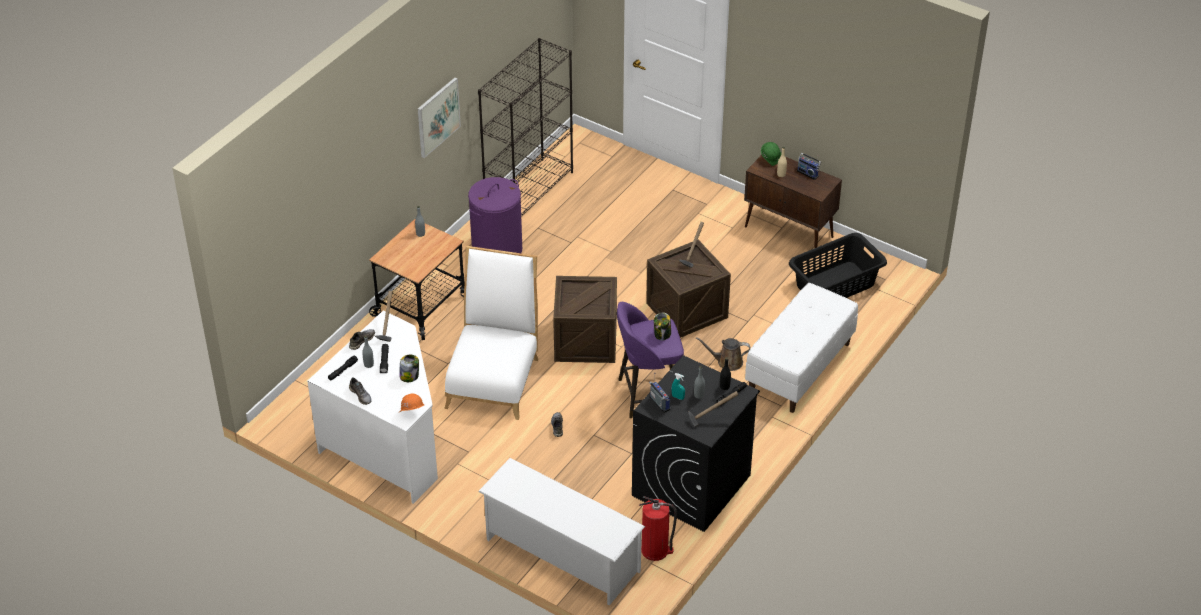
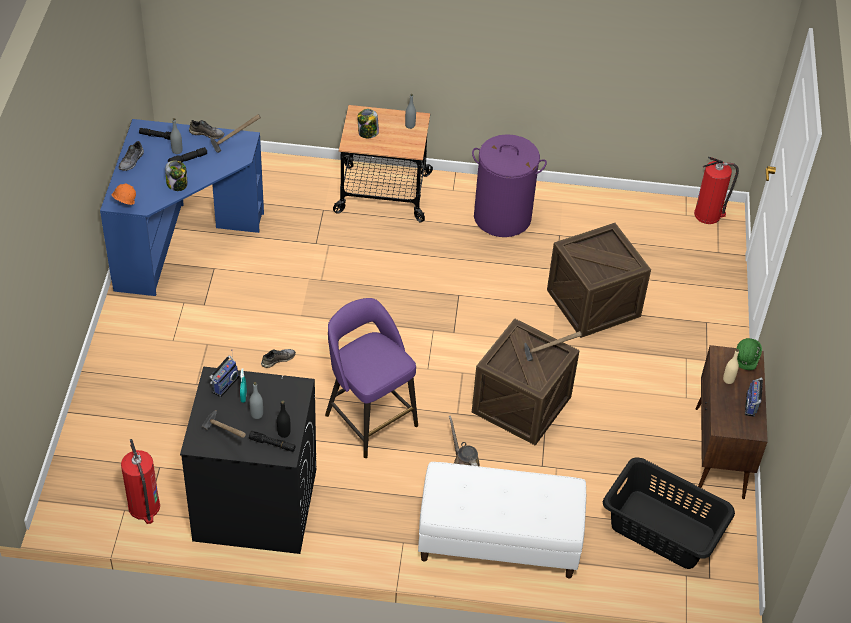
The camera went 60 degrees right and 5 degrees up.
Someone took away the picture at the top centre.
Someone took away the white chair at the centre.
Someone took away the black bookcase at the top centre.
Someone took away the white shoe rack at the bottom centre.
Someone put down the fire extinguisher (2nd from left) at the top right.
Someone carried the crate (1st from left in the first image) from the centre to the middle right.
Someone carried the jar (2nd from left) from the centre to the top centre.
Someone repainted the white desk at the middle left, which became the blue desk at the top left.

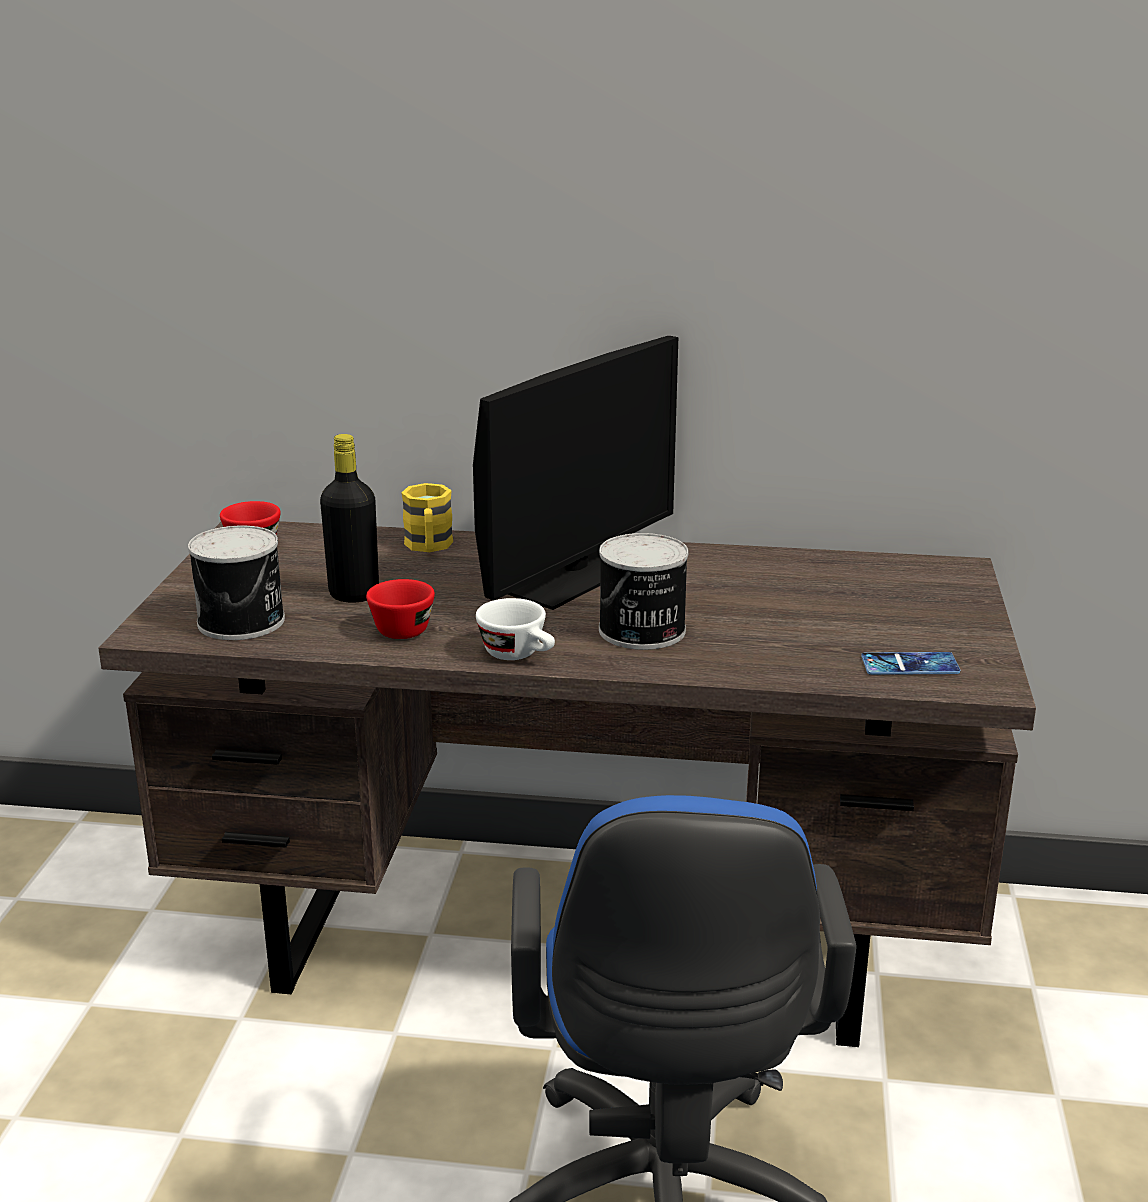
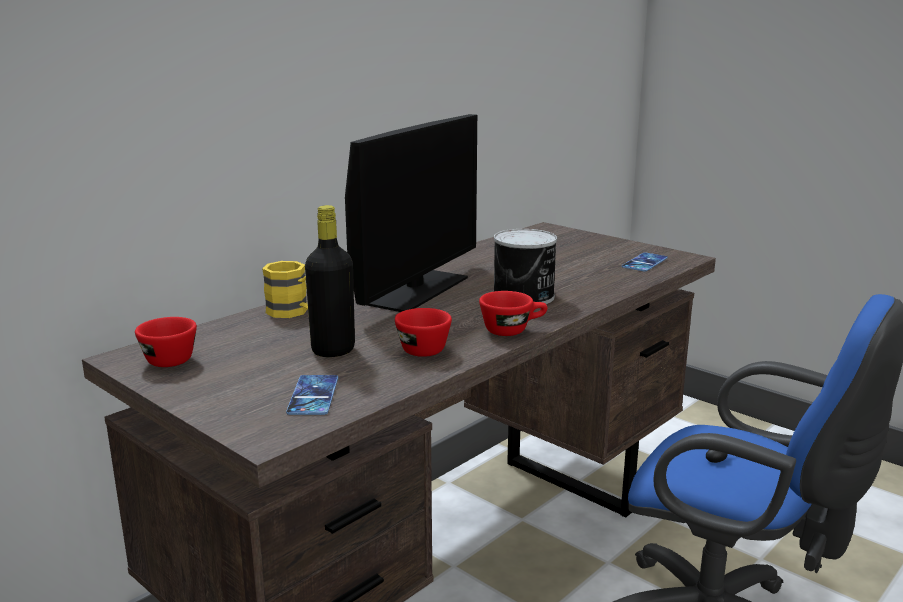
The camera went 55 degrees left and 5 degrees down.
Someone swapped the can (1st from left) at the middle left for the phone (1st from left) at the centre.
Someone repainted the white cup at the centre, which became the red cup (3rd from left) at the centre.
Someone rotated the monitor at the centre by 45 degrees clockwise.

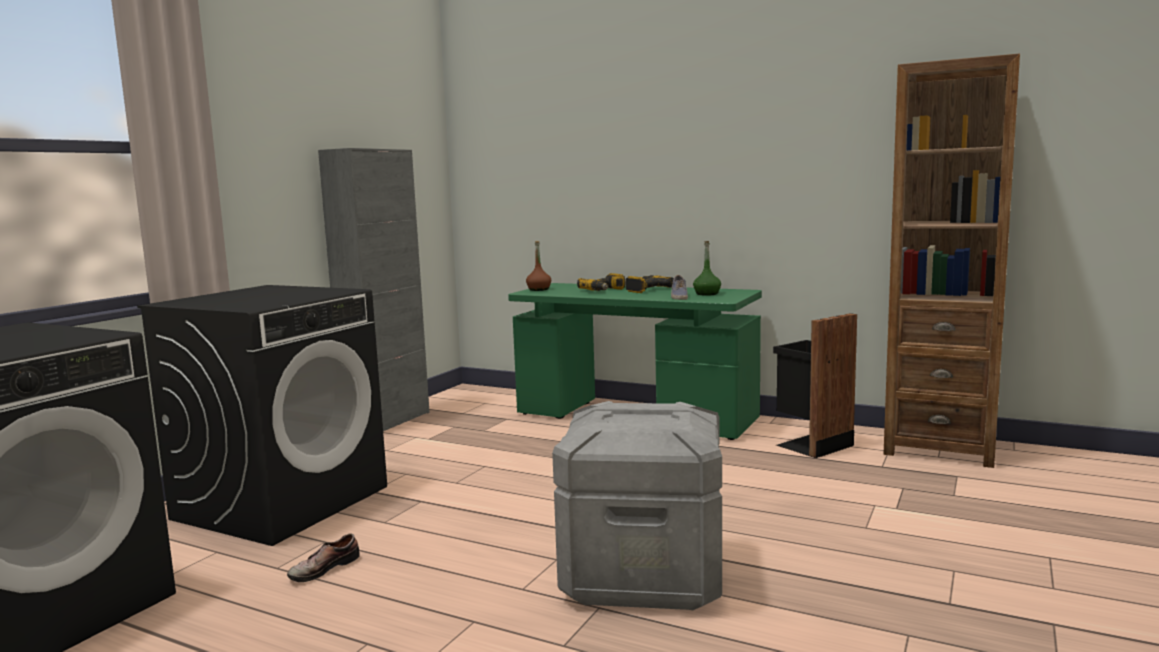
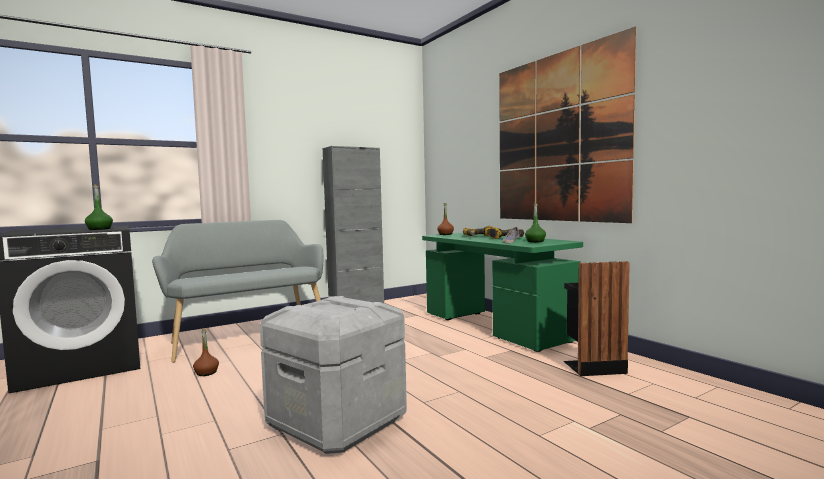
The camera went 30 degrees right and 5 degrees down.
Someone took away the brown bookcase at the middle right.
Someone put down the green bottle (1st from left) at the middle left.
Someone put up the picture at the top right.
Someone swapped the black washing machine (2nd from left) at the middle left for the grey bench at the middle left.
Someone swapped the shoe (1st from left) at the bottom left for the brown bottle (1st from left) at the bottom left.

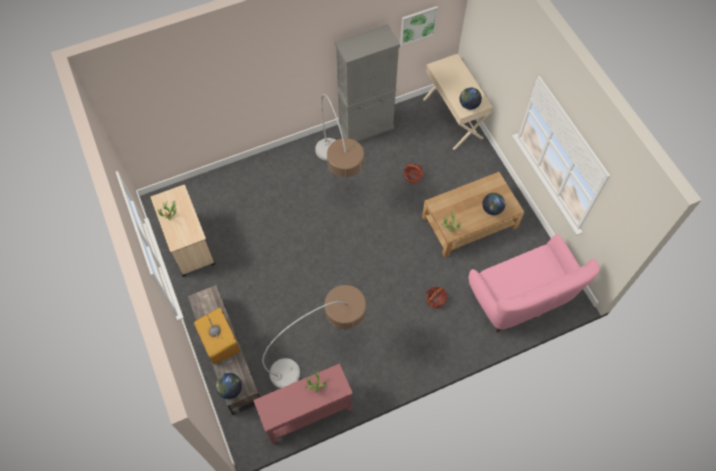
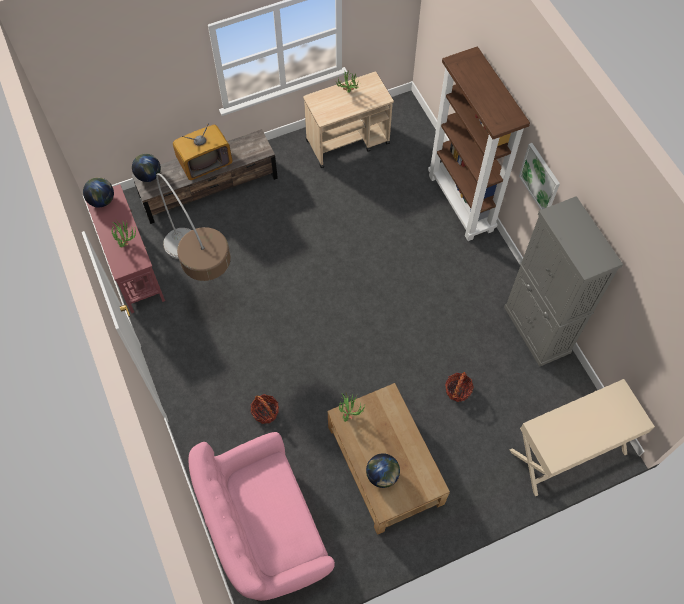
The camera went 90 degrees right and 0 degrees up.
Someone took away the floor lamp (2nd from left) at the top centre.
Someone put down the brown bookcase at the top right.
Someone carried the picture from the top centre to the top right.
Someone carried the globe (2nd from left in the first image) from the top centre to the top left.

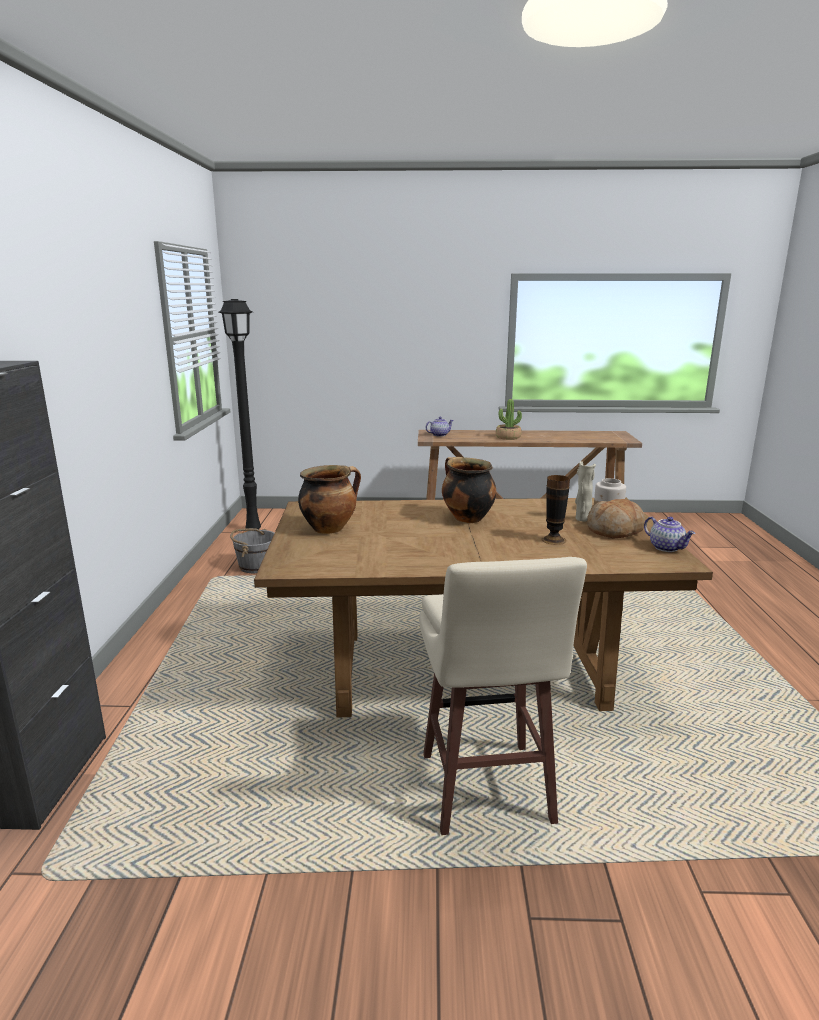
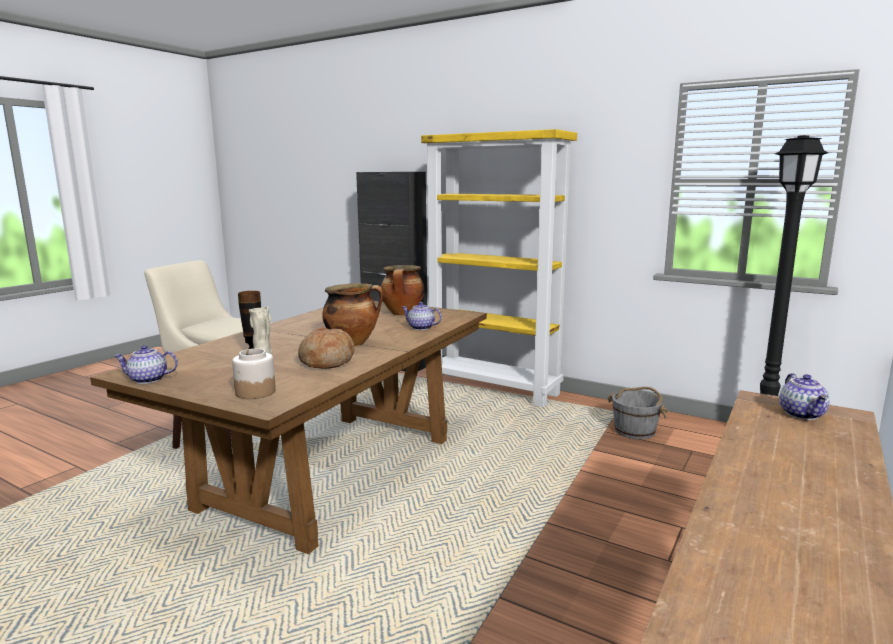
The camera went 120 degrees right and 5 degrees down.
Someone took away the potted plant at the centre.
Someone put down the teapot (2nd from left) at the centre.
Someone put down the yellow bookcase at the centre.
Someone carried the bread from the middle right to the centre.

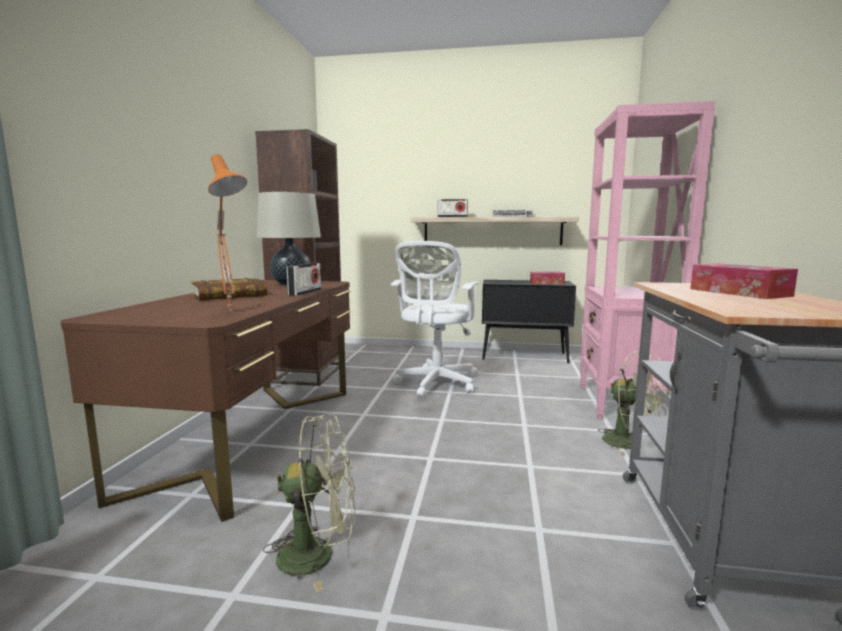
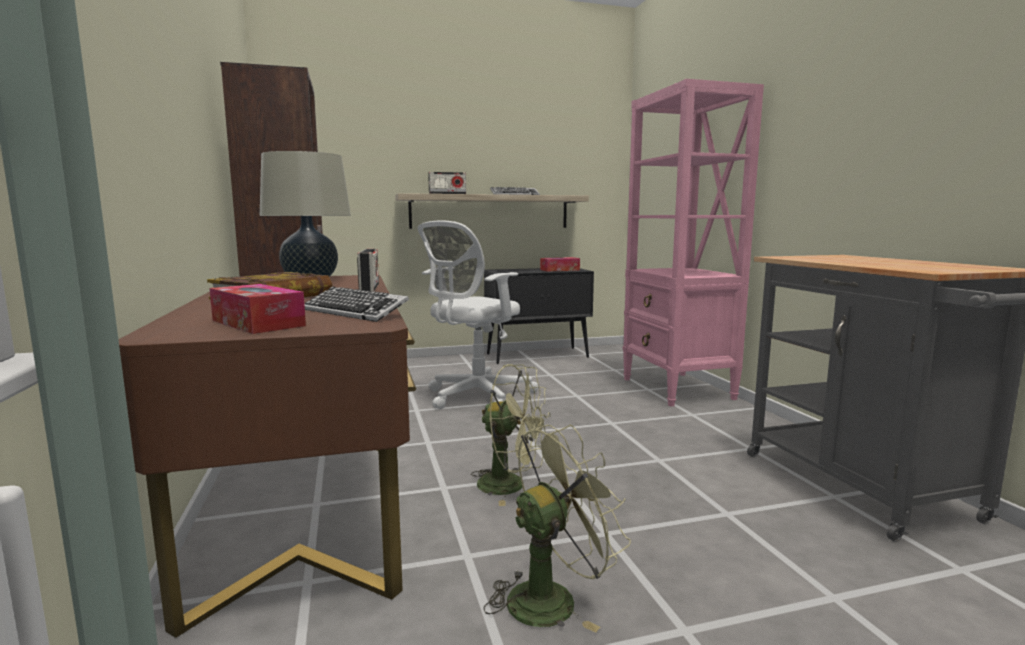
The camera went 25 degrees left and 0 degrees up.
Someone carried the green fan (2nd from left in the first image) from the middle right to the bottom centre.
Someone carried the tissue box (2nd from left in the first image) from the middle right to the middle left.
Someone swapped the orange table lamp at the middle left for the keyboard (1st from left) at the centre.
Someone rotated the white office chair at the centre by 45 degrees clockwise.

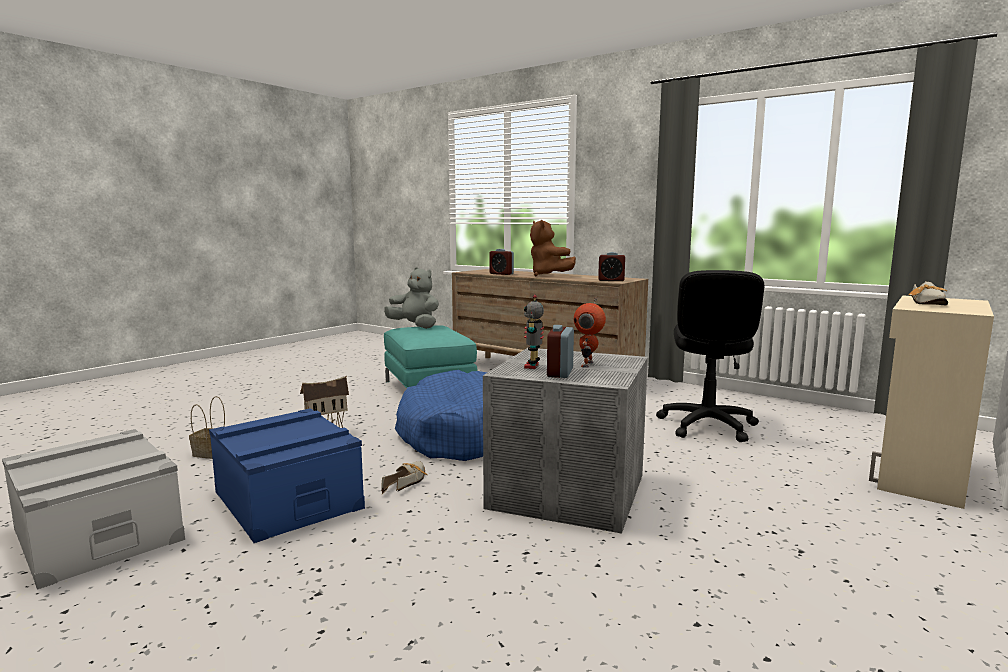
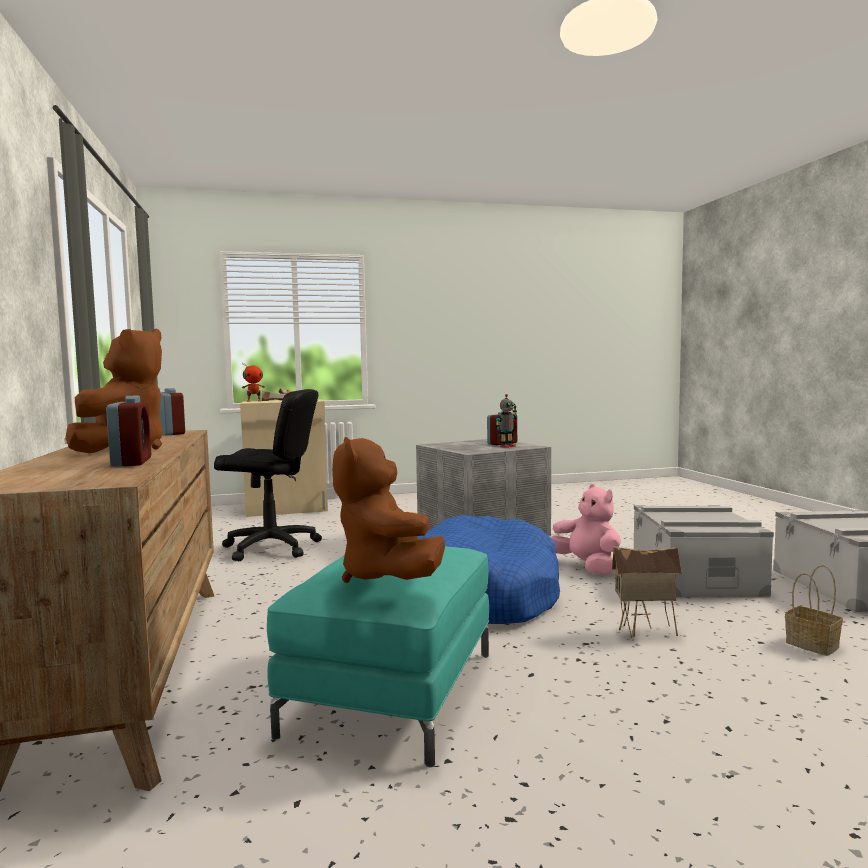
The camera went 140 degrees left and 5 degrees down.
Someone carried the toy robot (2nd from left in the first image) from the centre to the middle left.
Someone swapped the shoe (1st from left) at the bottom centre for the pink plush toy at the middle right.
Someone repainted the blue storage box at the bottom left, which became the grey storage box (2nd from left) at the middle right.
Someone repainted the grey plush toy at the centre, which became the brown plush toy (2nd from left) at the centre.
Someone rotated the black office chair at the middle right by 45 degrees clockwise.

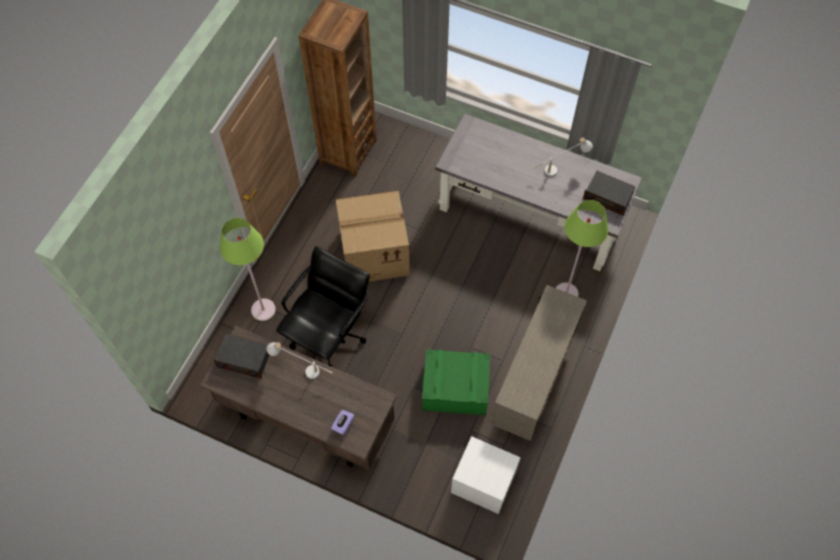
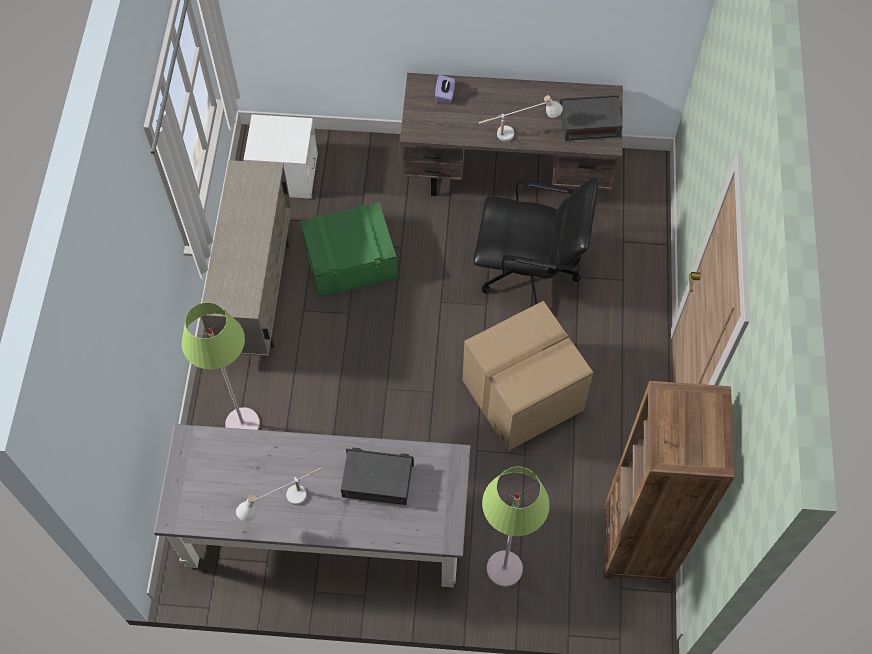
The camera went 160 degrees right and 0 degrees up.
Someone carried the green floor lamp (1st from left in the first image) from the middle left to the bottom centre.
Someone carried the radio (2nd from left in the first image) from the middle right to the bottom centre.
Someone rotated the black office chair at the centre by 90 degrees counterclockwise.

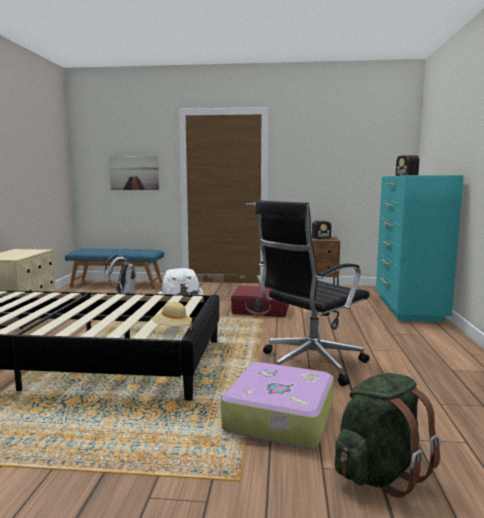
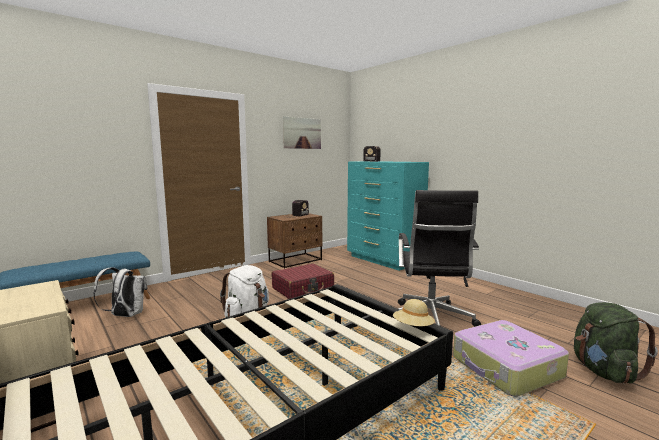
The camera went 45 degrees left and 0 degrees up.
Someone carried the picture from the middle left to the top centre.

